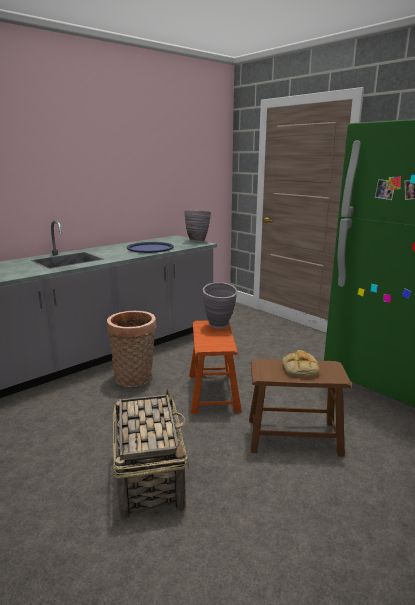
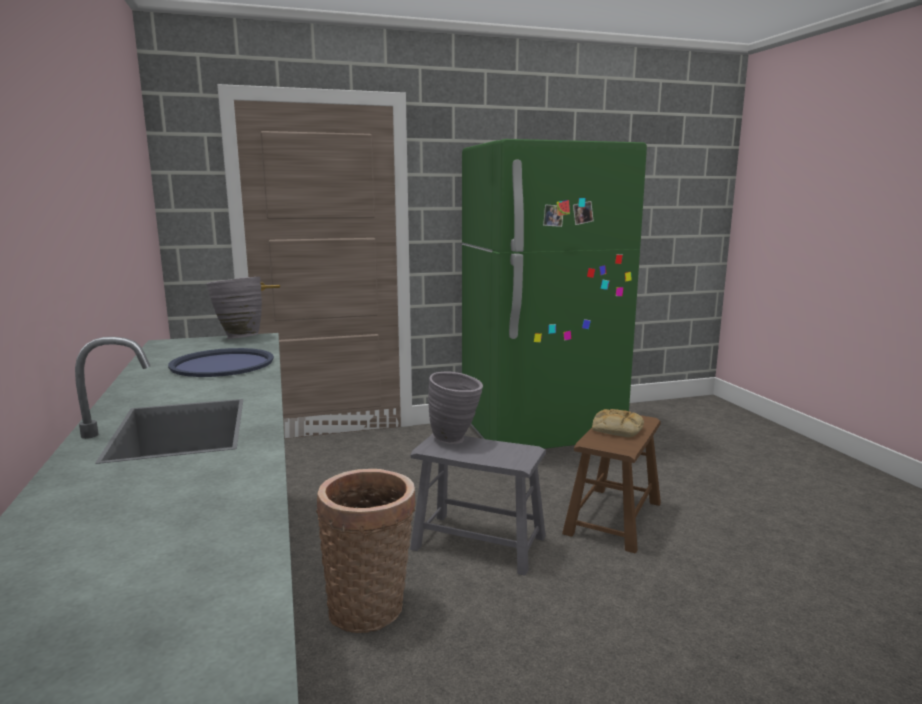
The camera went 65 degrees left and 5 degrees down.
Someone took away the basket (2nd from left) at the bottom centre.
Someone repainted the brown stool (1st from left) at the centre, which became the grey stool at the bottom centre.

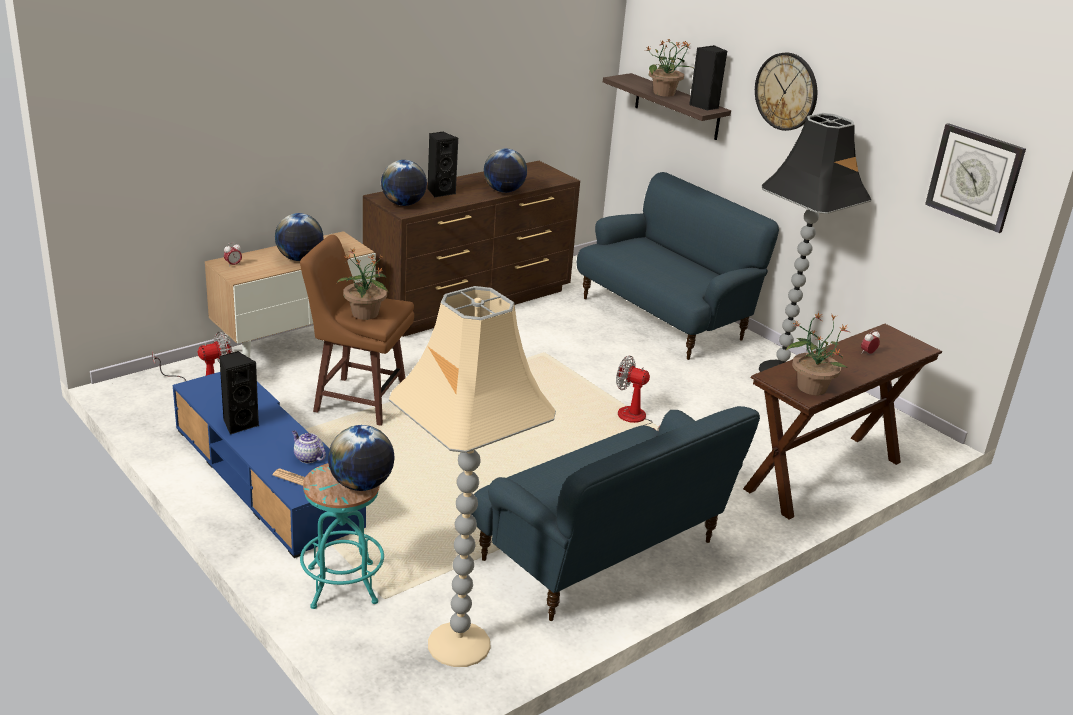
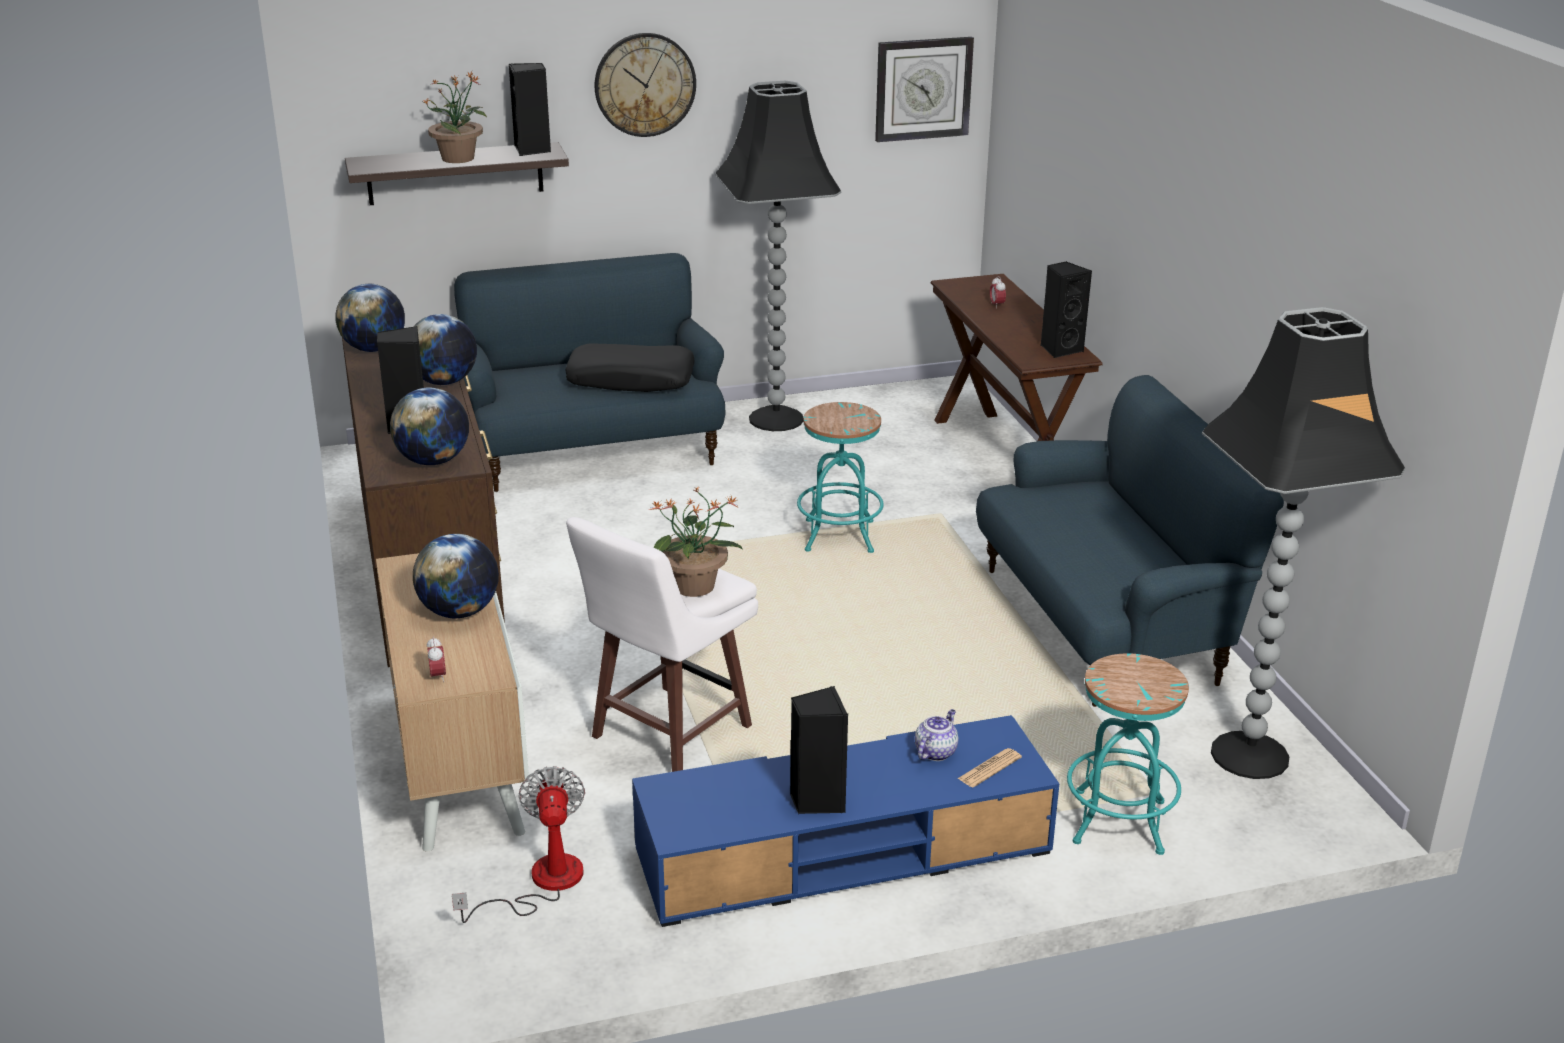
The camera went 65 degrees left and 0 degrees up.
Someone put down the black pillow at the centre.
Someone carried the globe (2nd from left in the first image) from the centre to the top left.
Someone swapped the fan (2nd from left) at the centre for the turquoise stool (1st from left) at the centre.
Someone swapped the potted plant (3rd from left) at the middle right for the black speaker (4th from left) at the top right.
Someone repainted the brown stool at the middle left, which became the white stool at the centre.
Someone repainted the beige floor lamp at the centre, which became the black floor lamp (2nd from left) at the middle right.
Someone rotated the teapot at the middle left by 150 degrees clockwise.

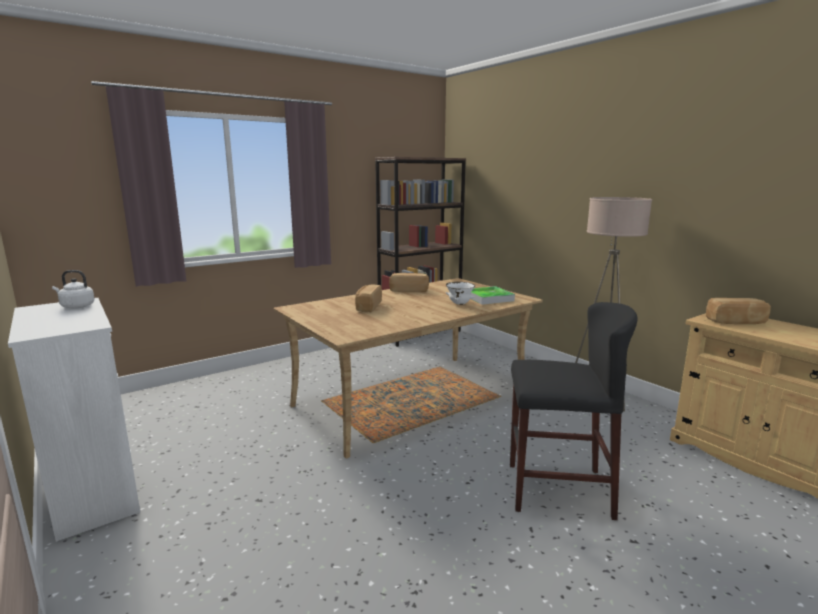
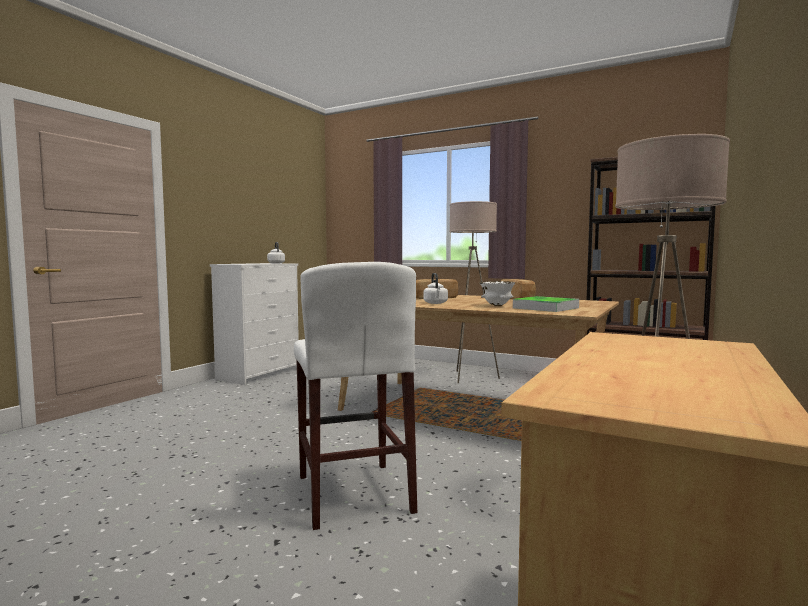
The camera went 65 degrees right and 10 degrees down.
Someone took away the bread (3rd from left) at the middle right.
Someone put down the white kettle (2nd from left) at the centre.
Someone put down the beige floor lamp (1st from left) at the centre.
Someone repainted the black stool at the bottom right, which became the white stool at the centre.

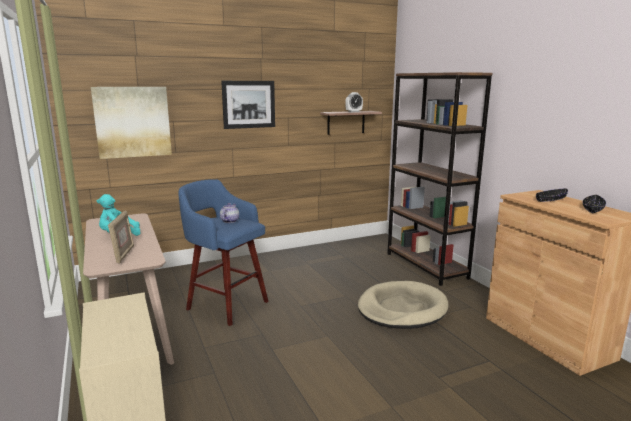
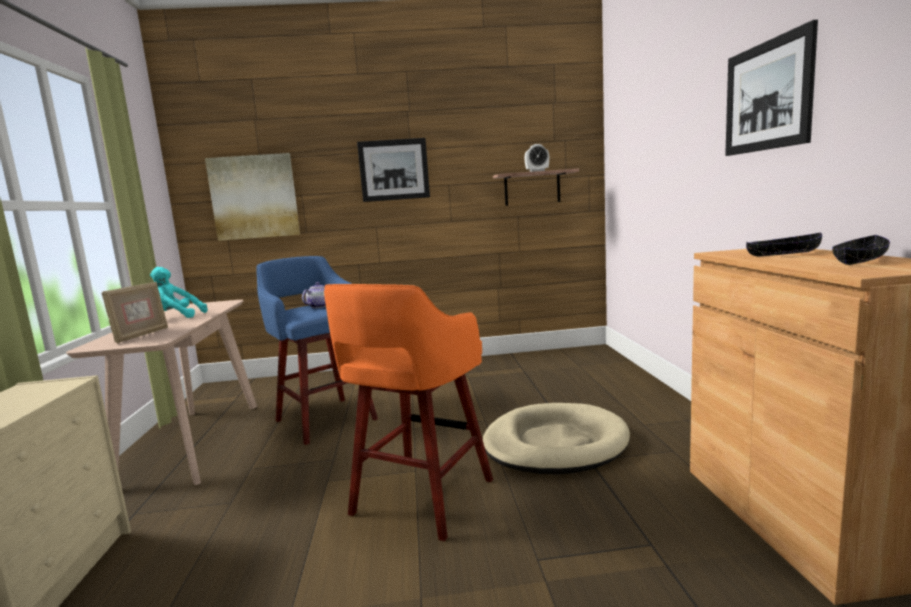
The camera went 20 degrees right and 5 degrees down.
Someone took away the brown bookcase at the middle right.
Someone put down the orange stool at the bottom centre.
Someone put up the picture (3rd from left) at the top right.

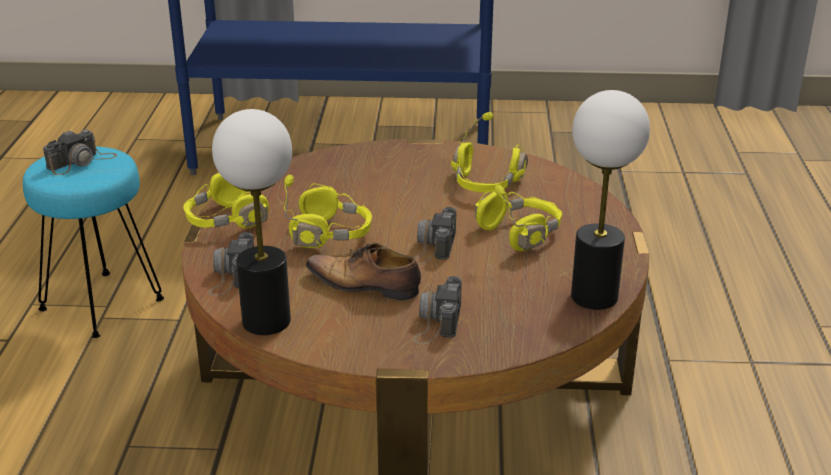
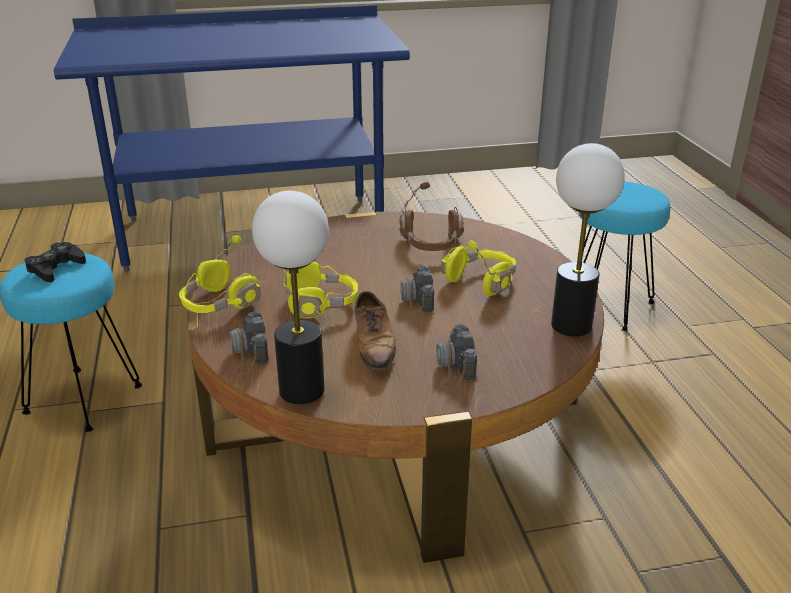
The camera went 15 degrees left and 0 degrees up.
Someone put down the turquoise stool (2nd from left) at the middle right.
Someone swapped the photo camera (1st from left) at the top left for the black game controller at the middle left.
Someone repainted the yellow headphones (3rd from left) at the top centre, which became the brown headphones at the centre.
Someone rotated the shoe at the centre by 105 degrees counterclockwise.

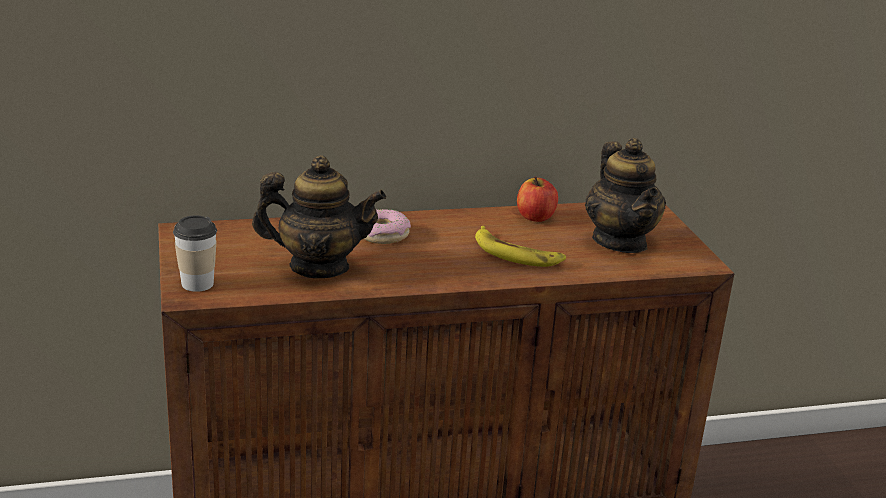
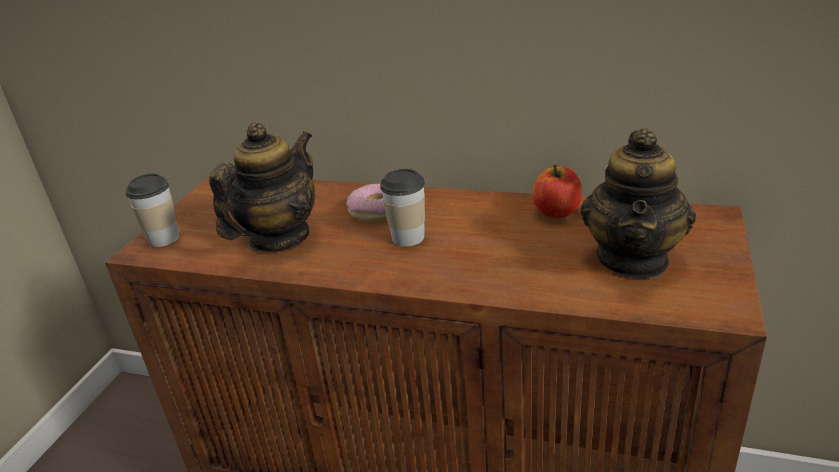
The camera went 35 degrees right and 5 degrees up.
Someone took away the banana at the centre.
Someone put down the cup (2nd from left) at the centre.
Someone rotated the teapot (1st from left) at the centre by 90 degrees counterclockwise.

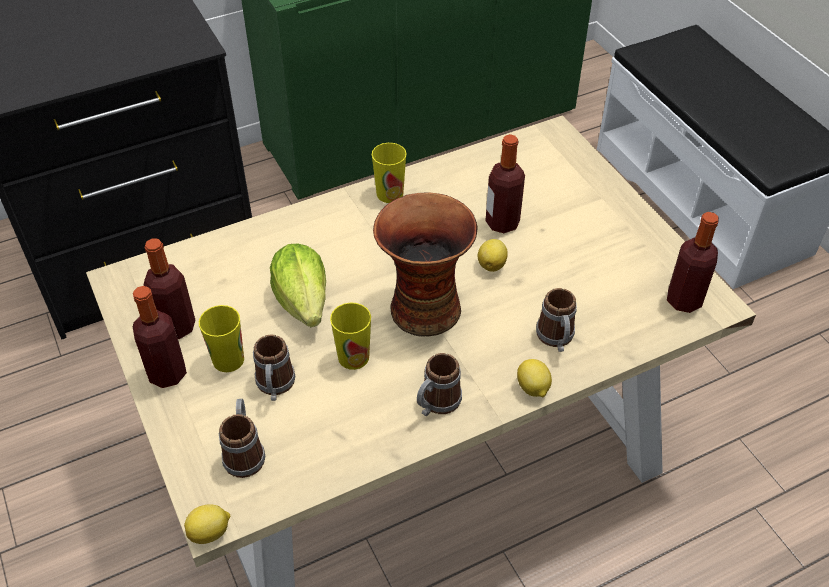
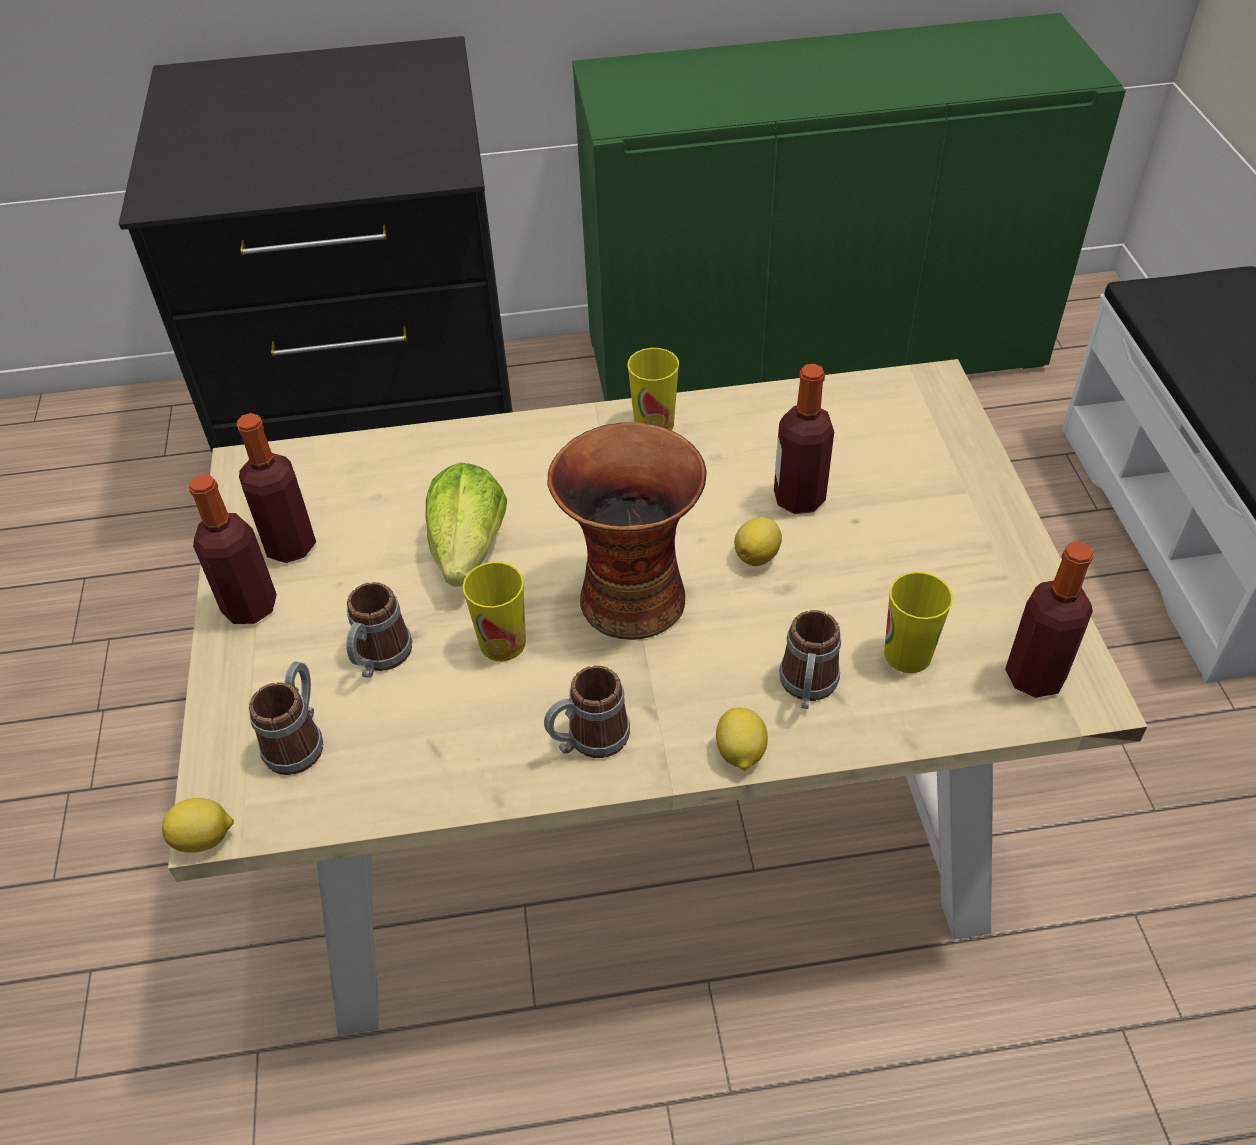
The camera went 20 degrees right and 0 degrees up.
Someone carried the cup (1st from left in the first image) from the middle left to the middle right.

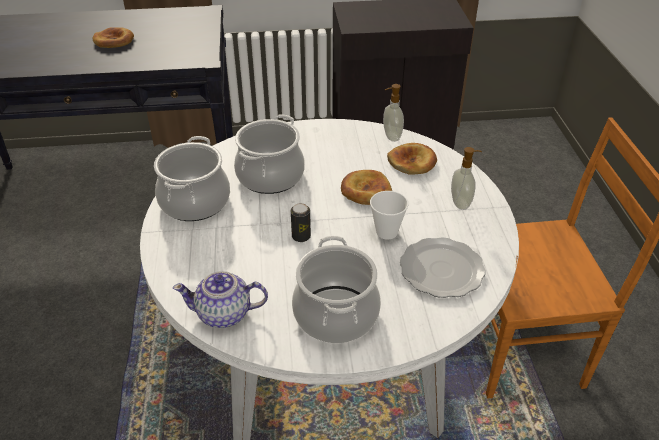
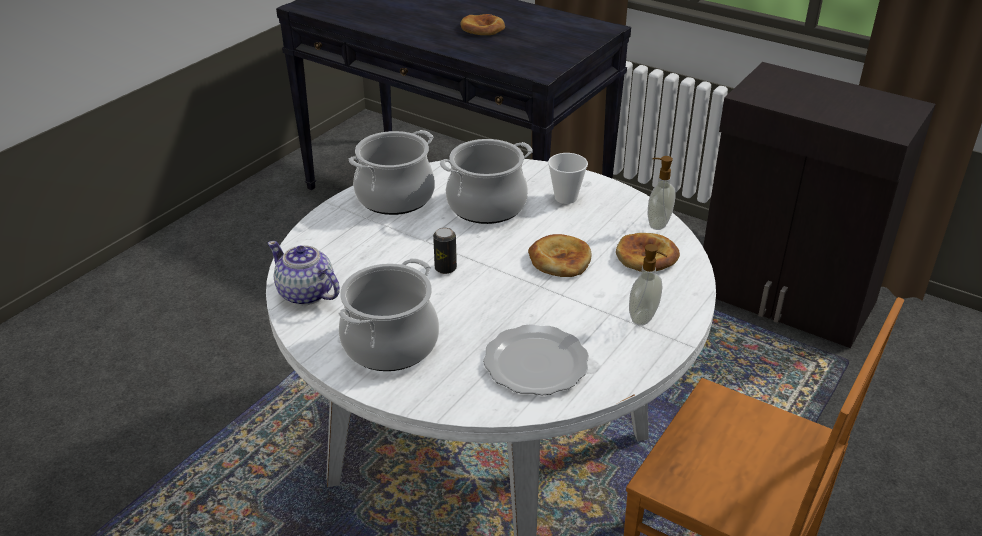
The camera went 40 degrees right and 5 degrees down.
Someone carried the cup from the centre to the top centre.

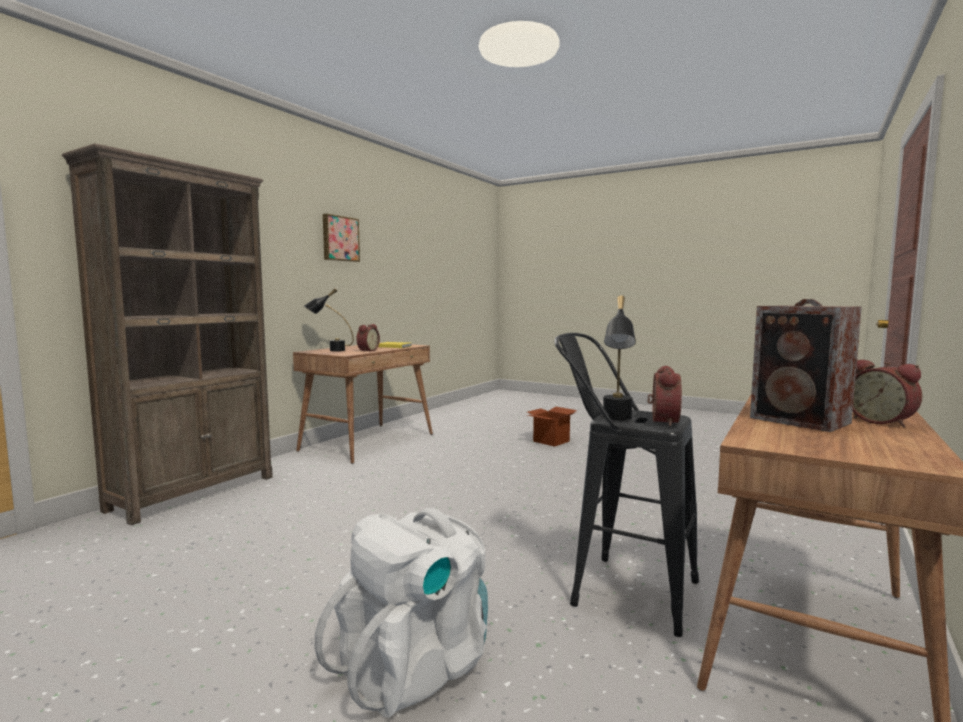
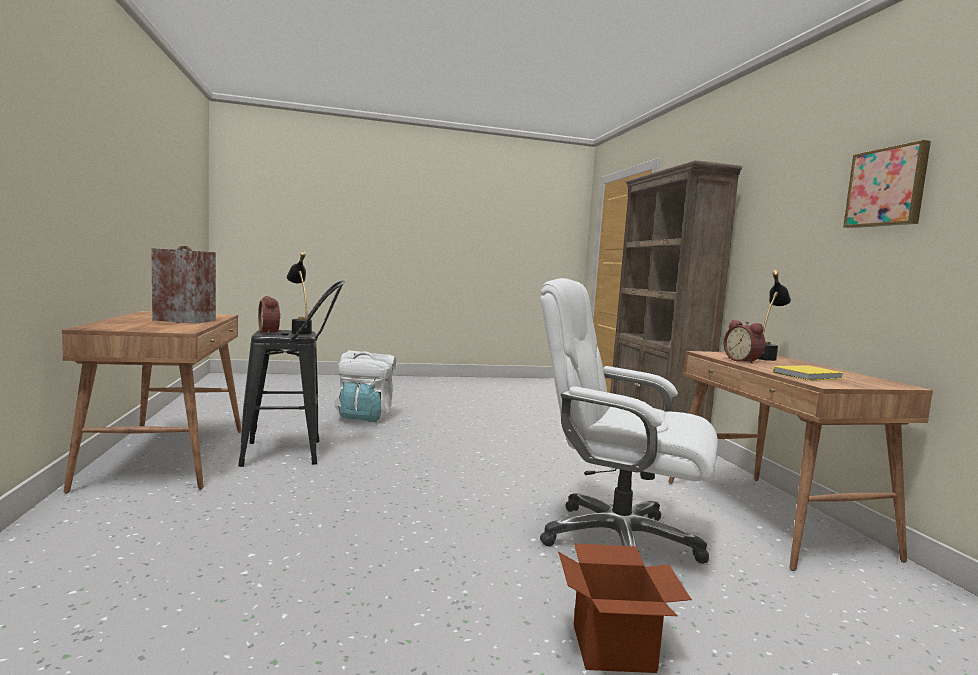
The camera went 135 degrees right and 0 degrees up.
Someone took away the alarm clock (3rd from left) at the middle right.
Someone put down the white office chair at the centre.

